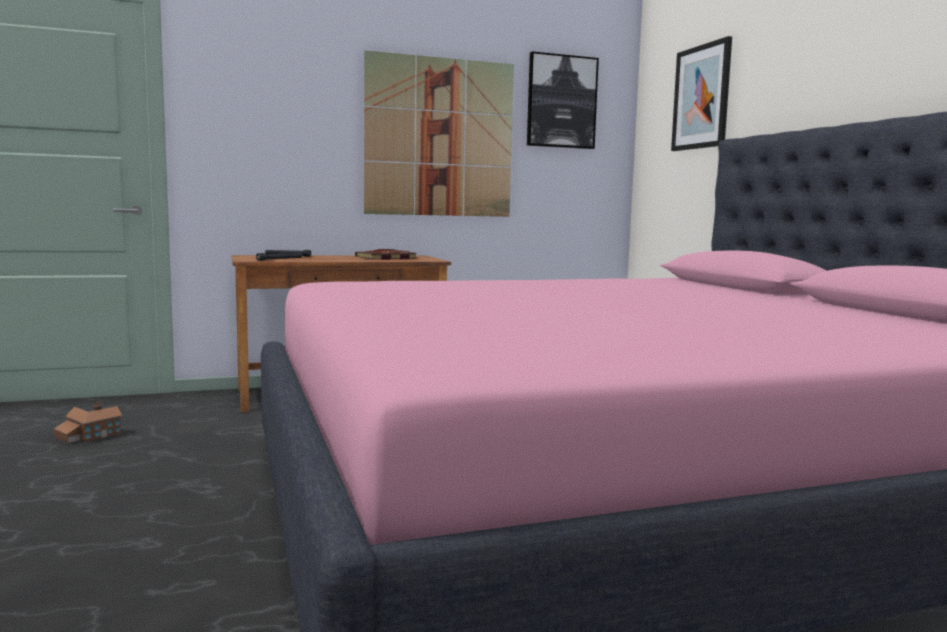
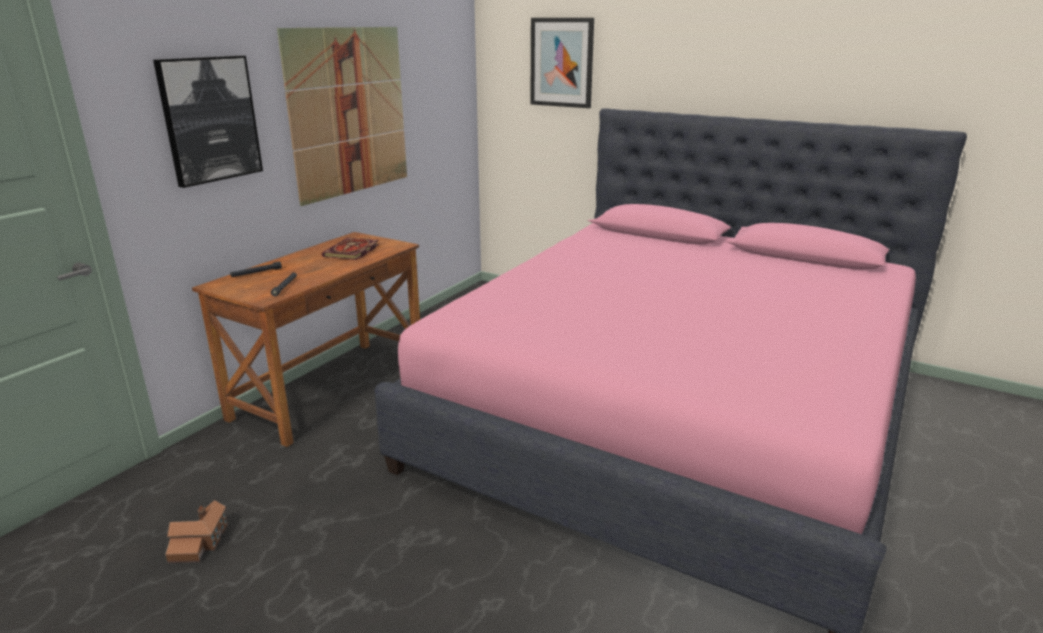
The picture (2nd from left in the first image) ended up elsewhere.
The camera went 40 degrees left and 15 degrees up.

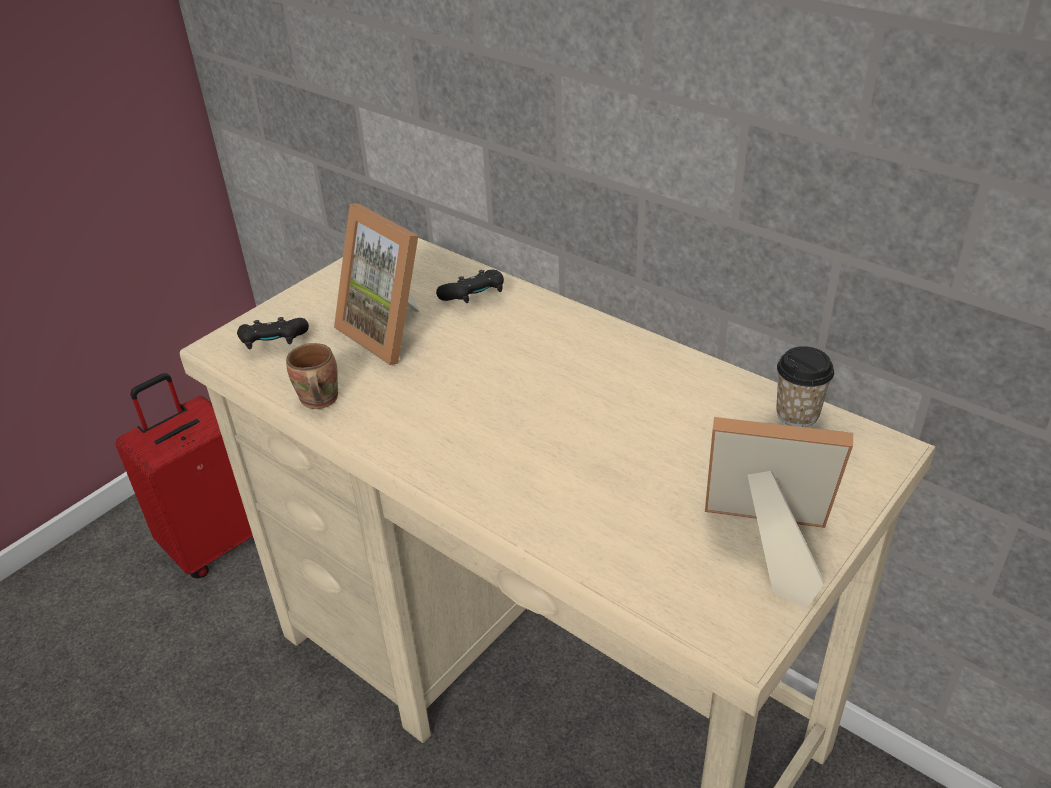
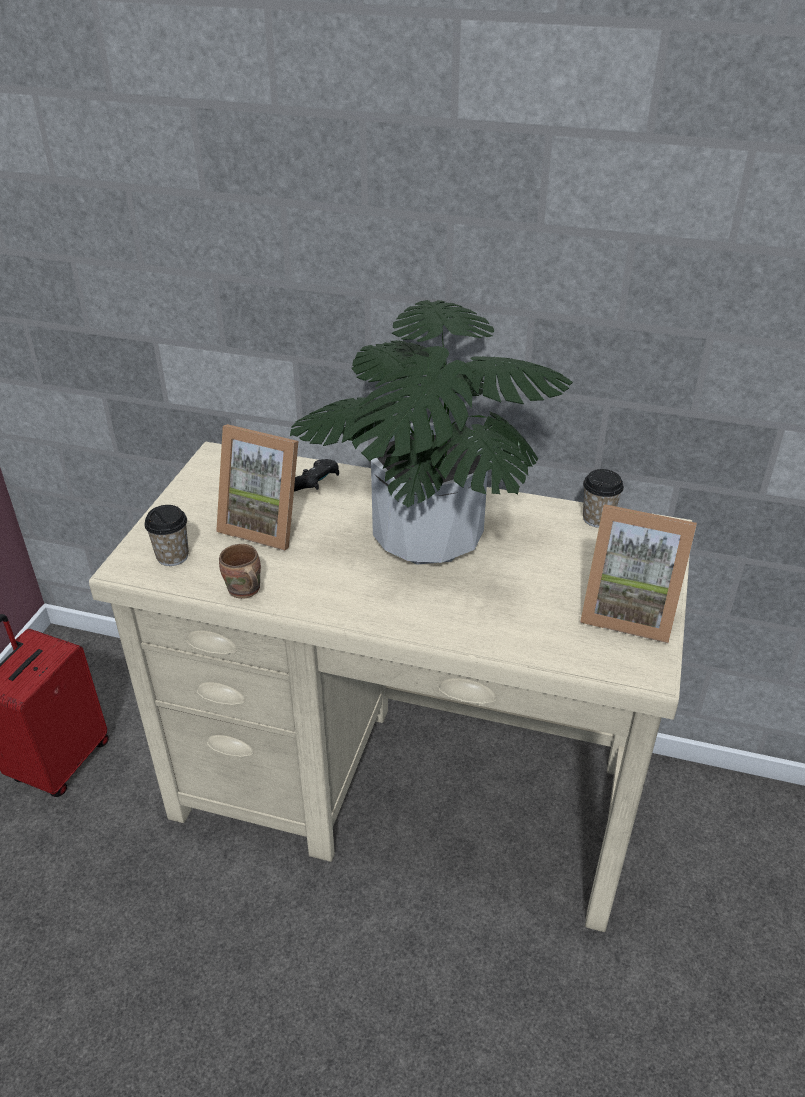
The second view gained the potted plant.
Where the black game controller (1st from left) stood, the cup (1st from left) came to stand.
The picture frame (2nd from left) ended up facing another way, 150 degrees counterclockwise from before.
The camera went 25 degrees left and 0 degrees up.

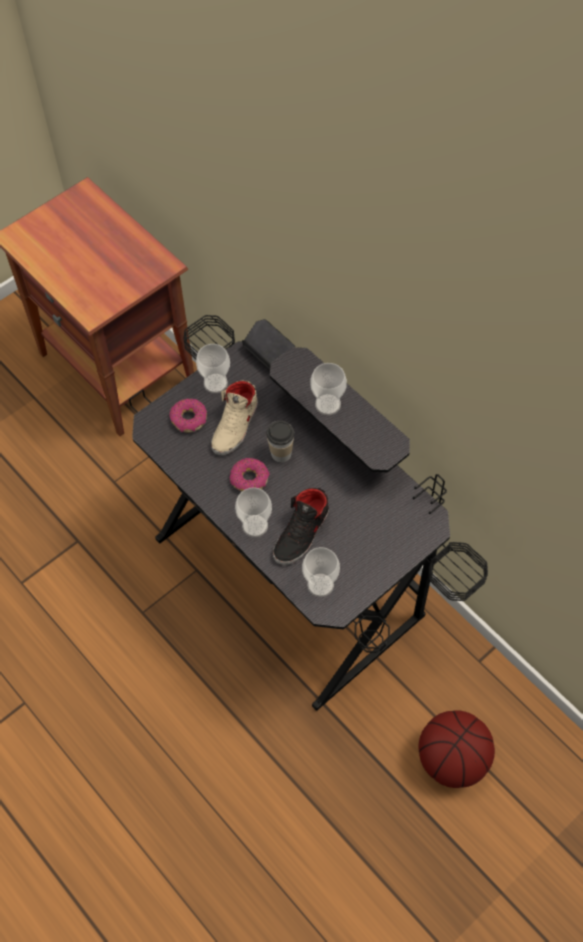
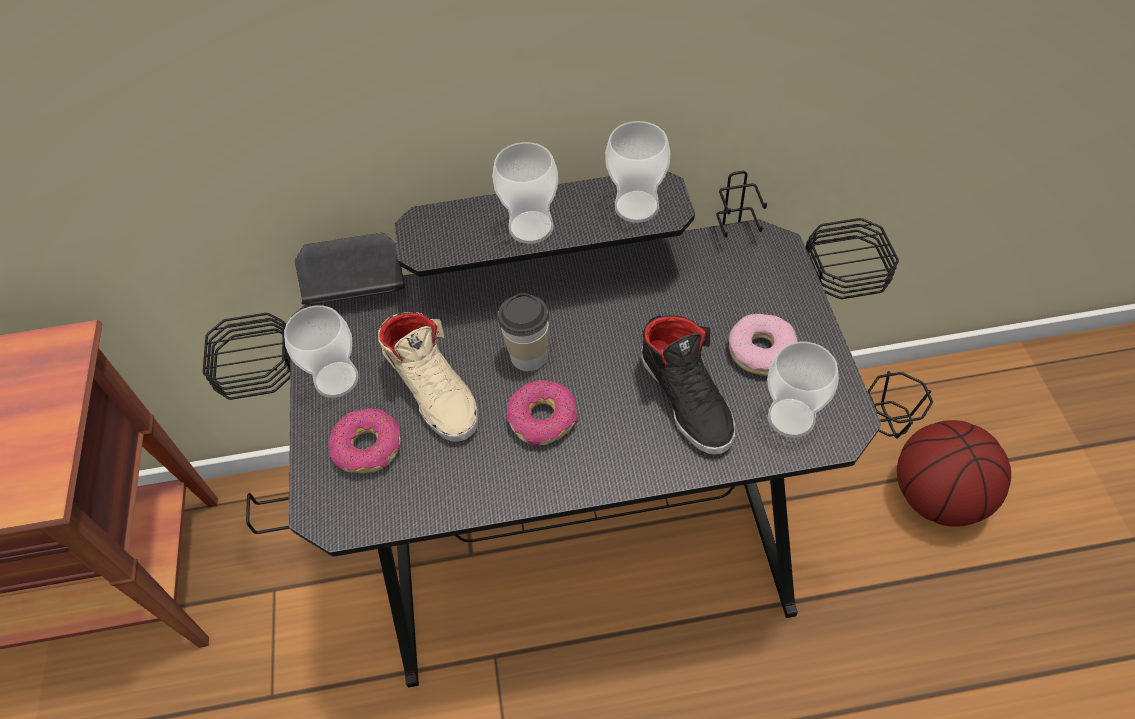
The second view gained the donut (3rd from left).
The cup (2nd from left in the first image) ended up elsewhere.
The camera went 55 degrees left and 5 degrees down.

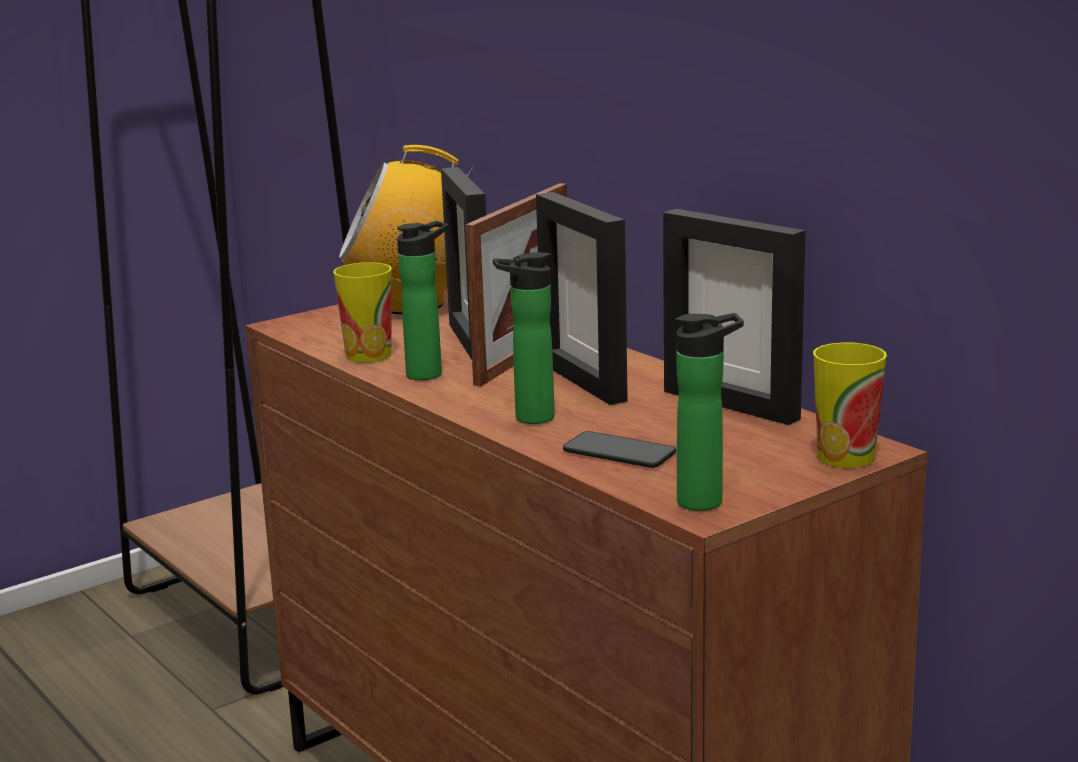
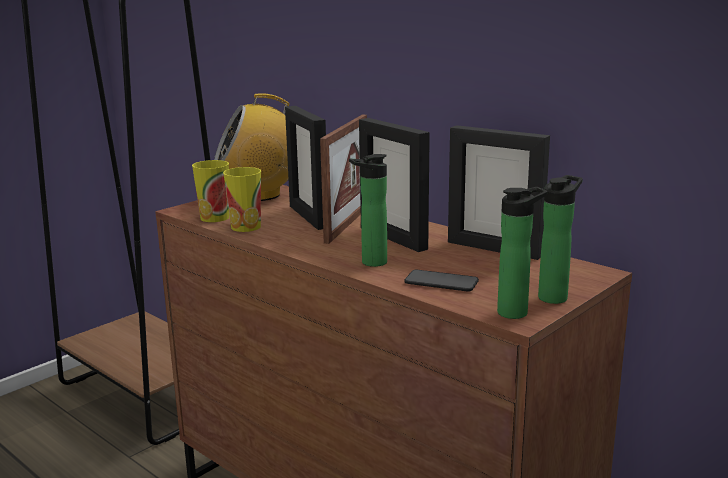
The bottle (1st from left in the first image) ended up elsewhere.
The cup (2nd from left in the first image) ended up elsewhere.
The camera went 10 degrees left and 0 degrees up.

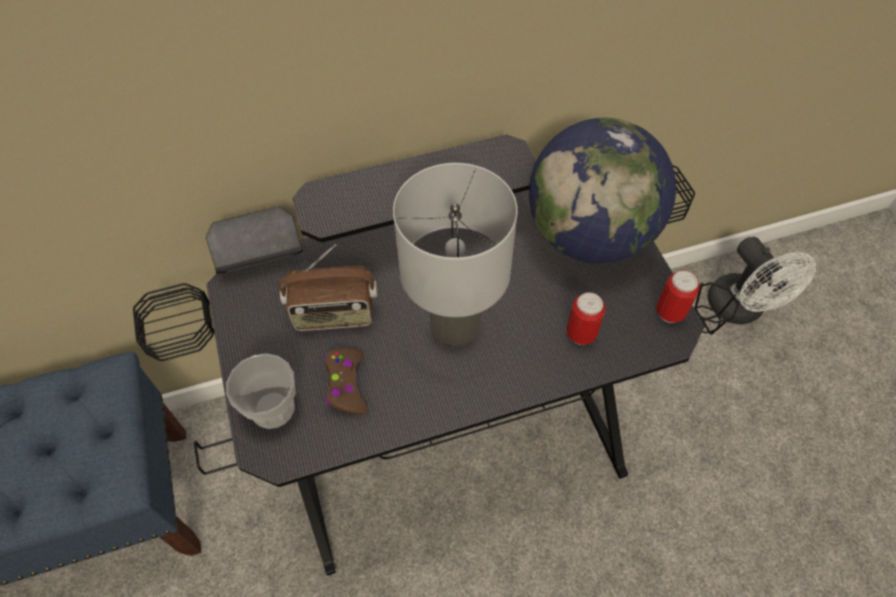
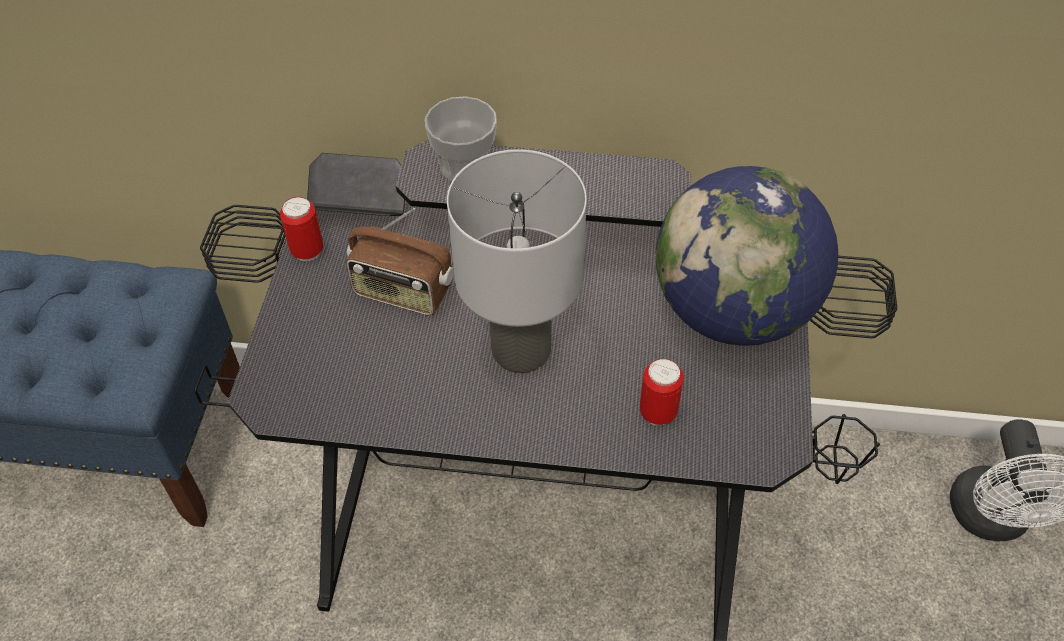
The second view lost the brown game controller.
The cup ended up elsewhere.
The can (2nd from left in the first image) ended up elsewhere.
The camera went 25 degrees right and 5 degrees down.

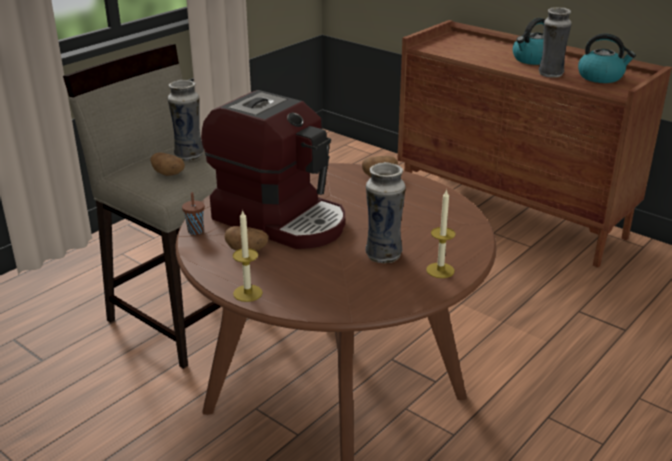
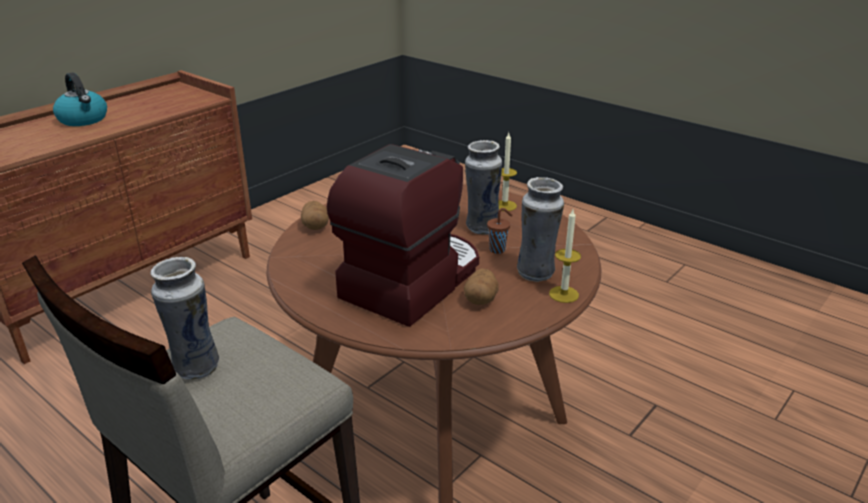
The second view lost the potato (1st from left).
The second view lost the kettle (2nd from left).
The brown cup ended up elsewhere.
The vase (3rd from left) ended up elsewhere.
The camera went 90 degrees left and 0 degrees up.

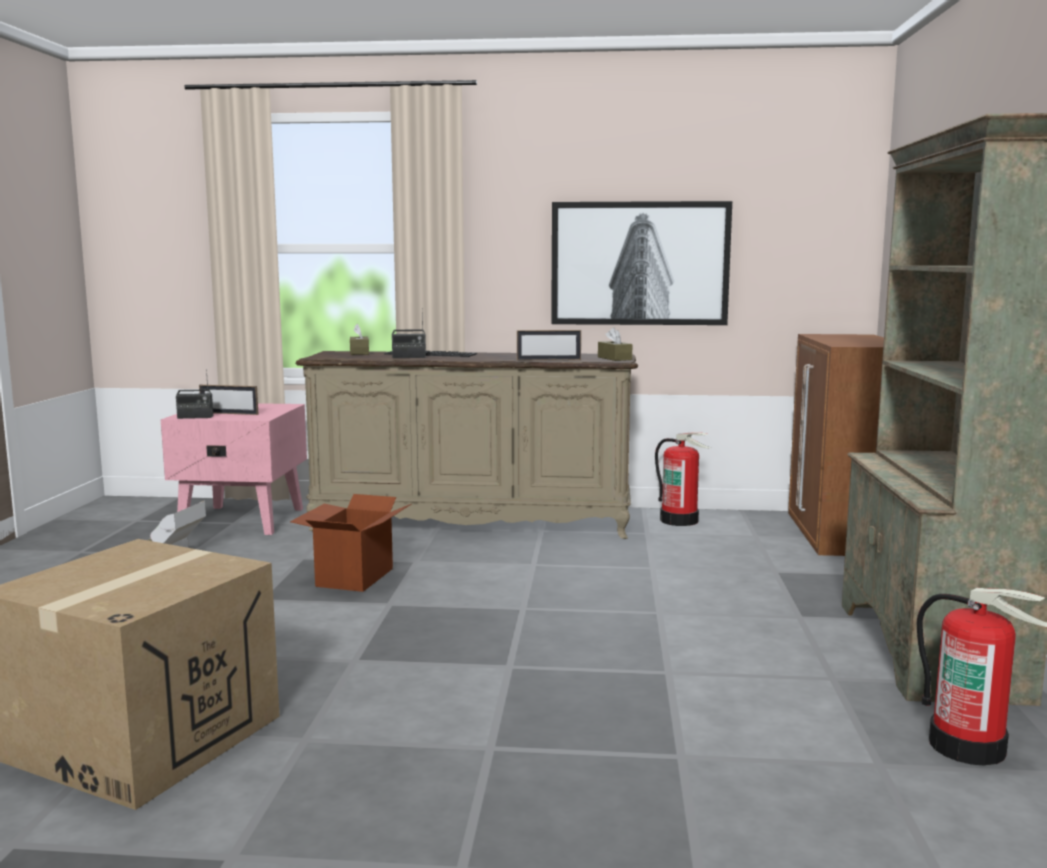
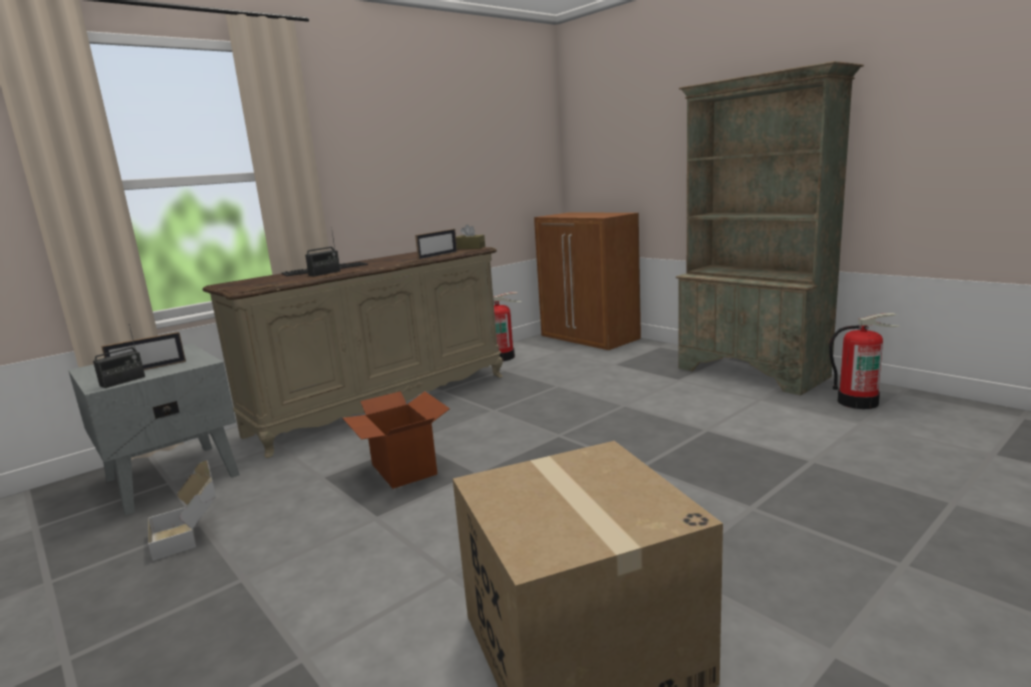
The second view lost the brown tissue box (1st from left).
The second view lost the picture.
What was the pink nightstand turned into the grey nightstand.
The camera went 45 degrees left and 5 degrees up.

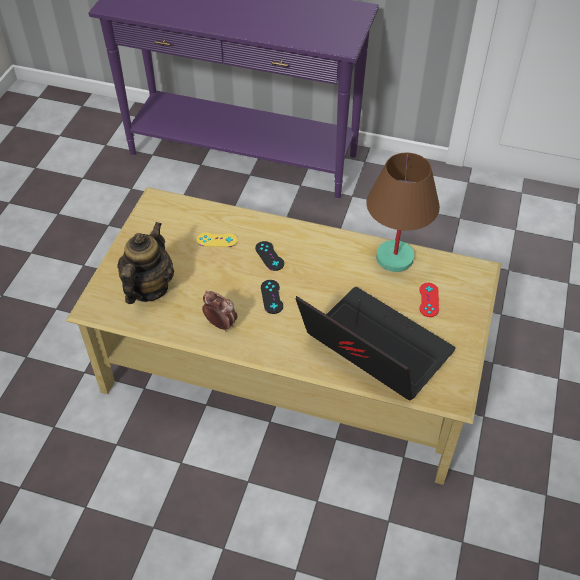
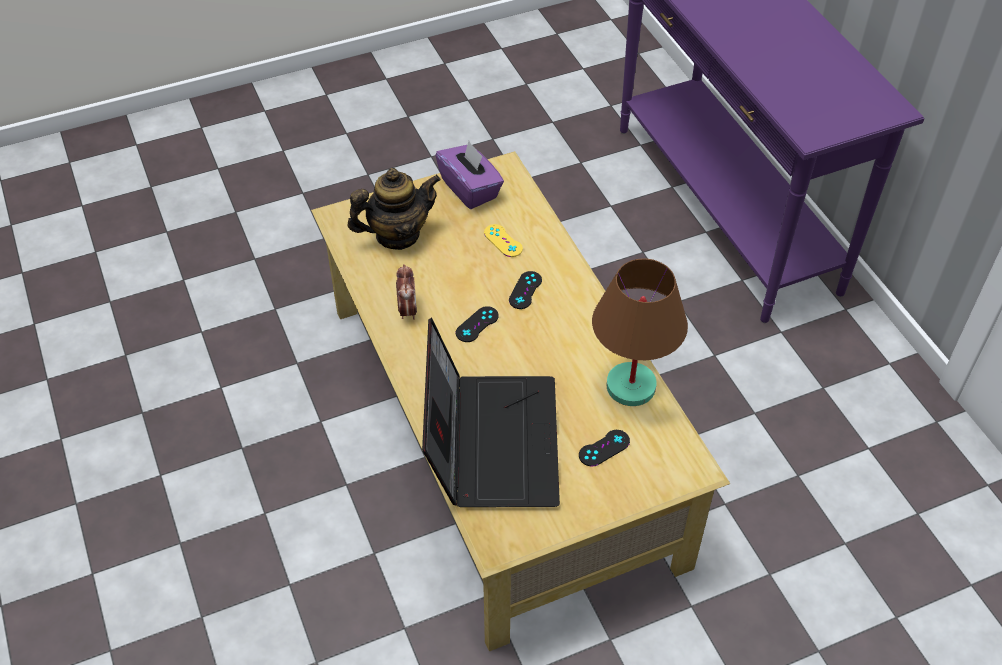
The second view gained the purple tissue box.
What was the red game controller turned into the black game controller (3rd from left).
The camera went 50 degrees right and 0 degrees up.

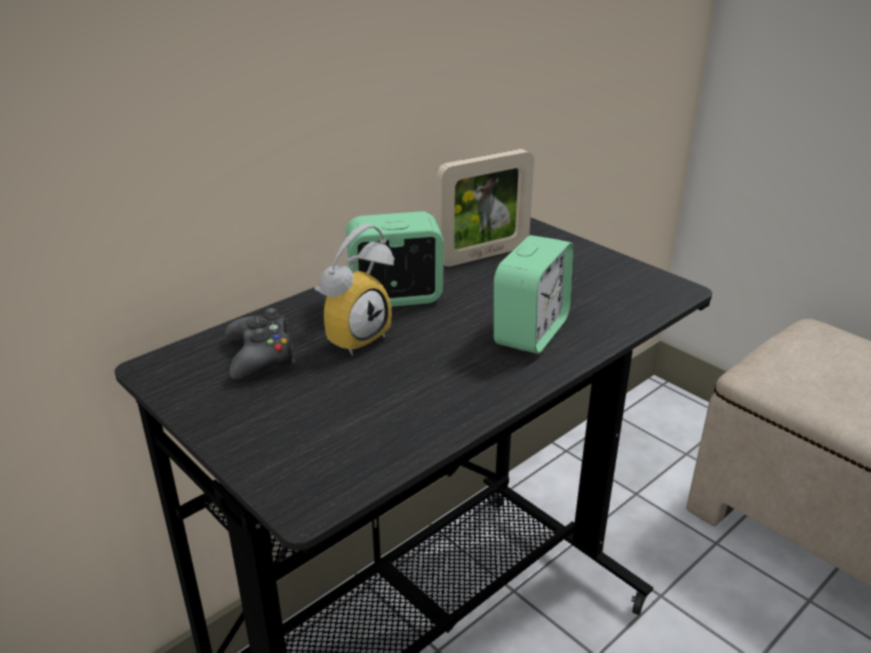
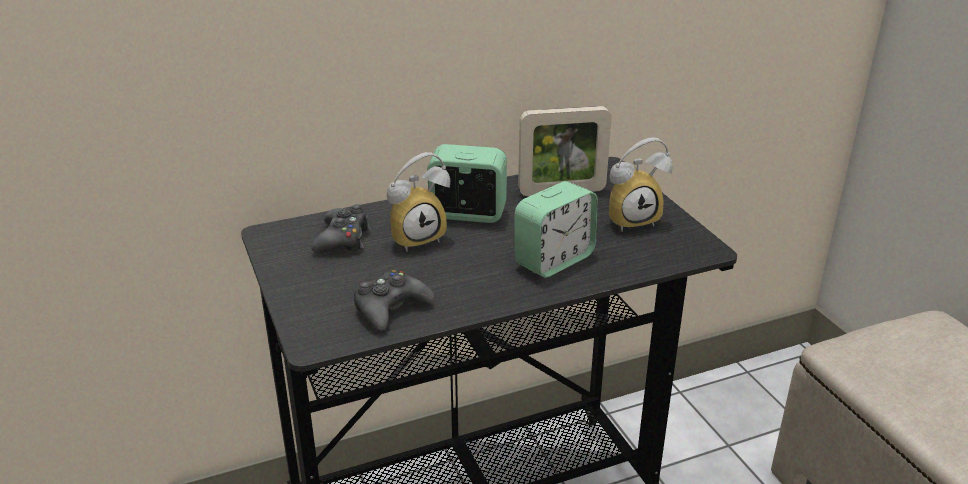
The second view gained the black game controller (2nd from left).
The second view gained the alarm clock (4th from left).
The camera went 20 degrees right and 0 degrees up.

